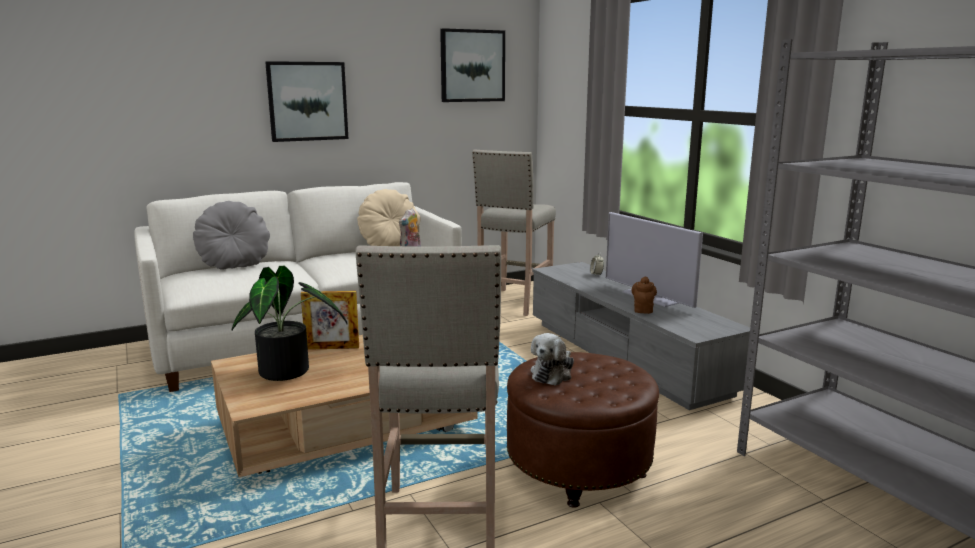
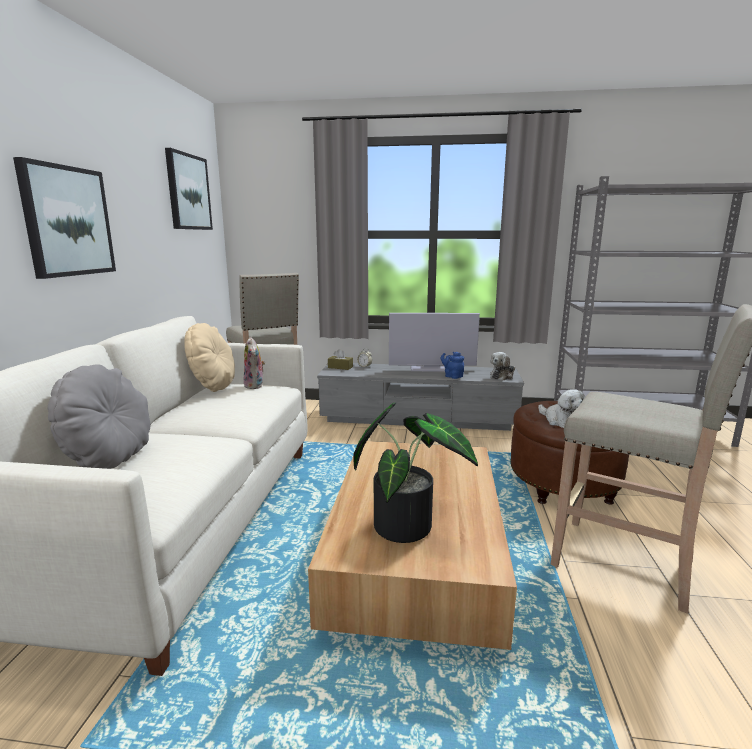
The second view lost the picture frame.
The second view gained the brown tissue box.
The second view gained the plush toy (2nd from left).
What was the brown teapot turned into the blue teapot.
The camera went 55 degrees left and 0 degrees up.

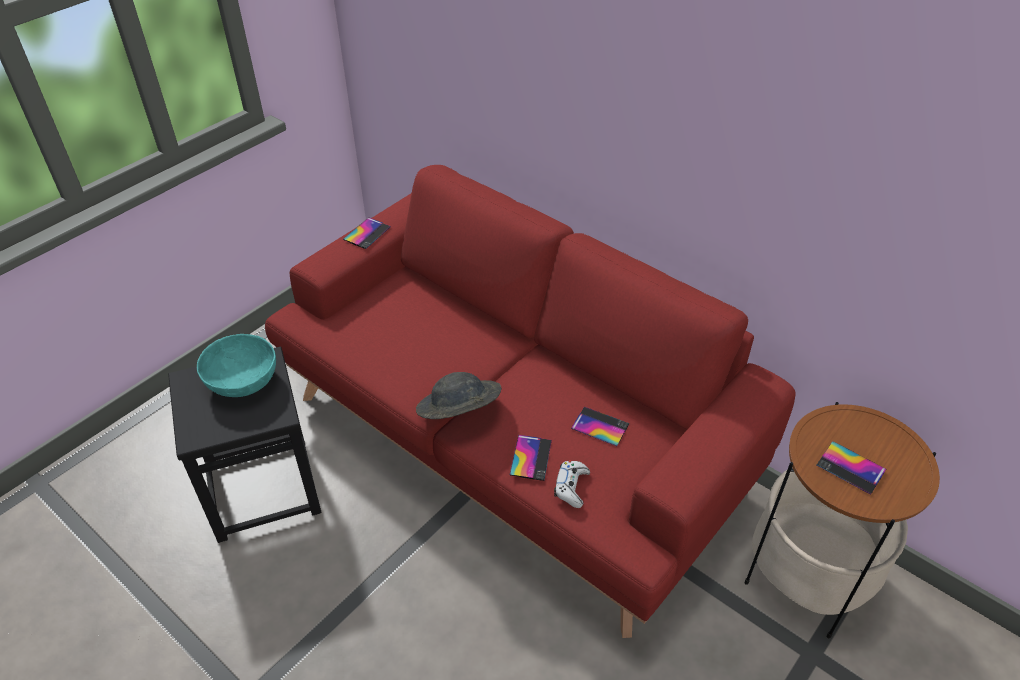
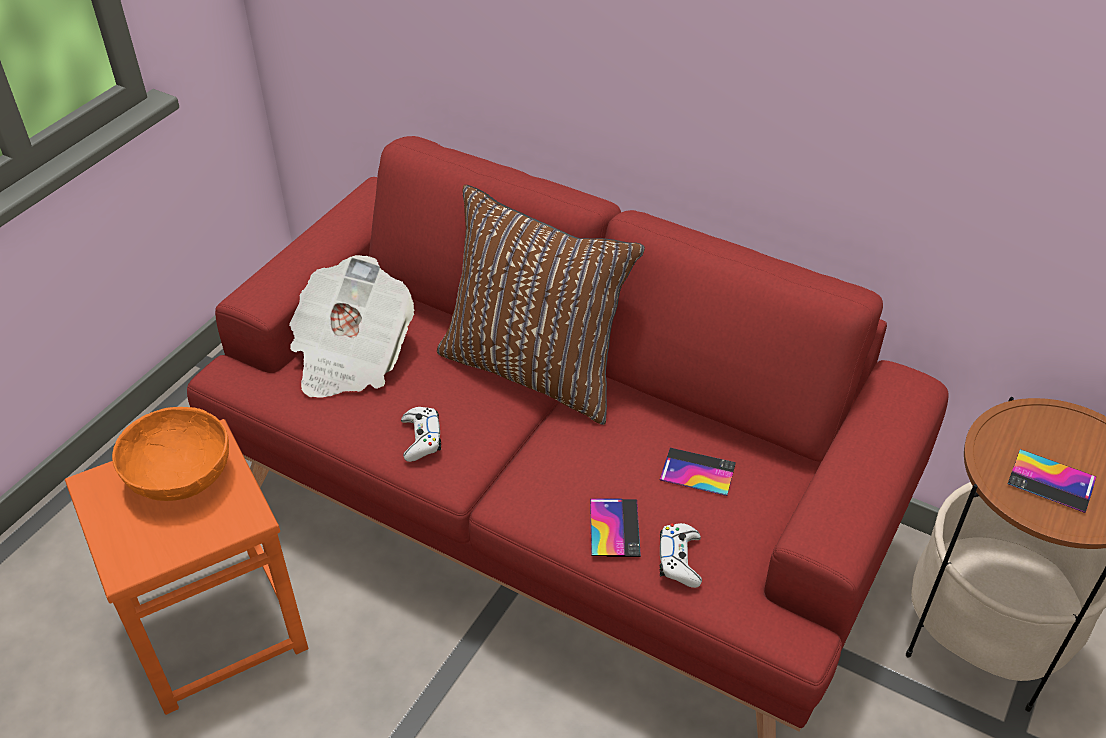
The second view lost the phone (1st from left).
The second view lost the grey hat.
The second view gained the newspaper.
The second view gained the white game controller (1st from left).
The second view gained the brown pillow.
What was the black stool turned into the orange stool.
What was the turquoise bowl turned into the orange bowl.
The camera went 10 degrees left and 0 degrees up.

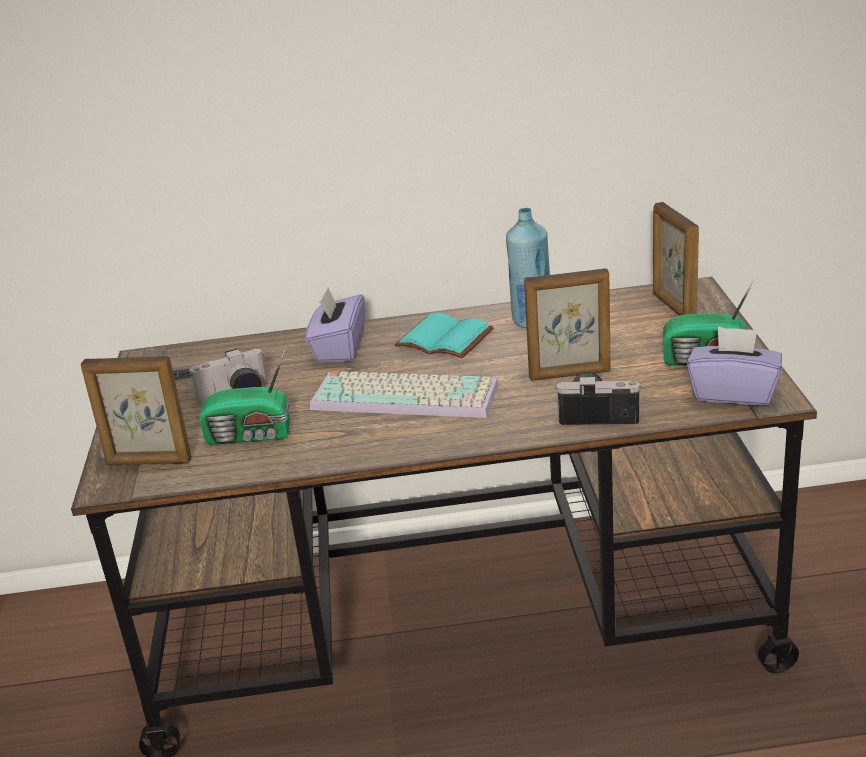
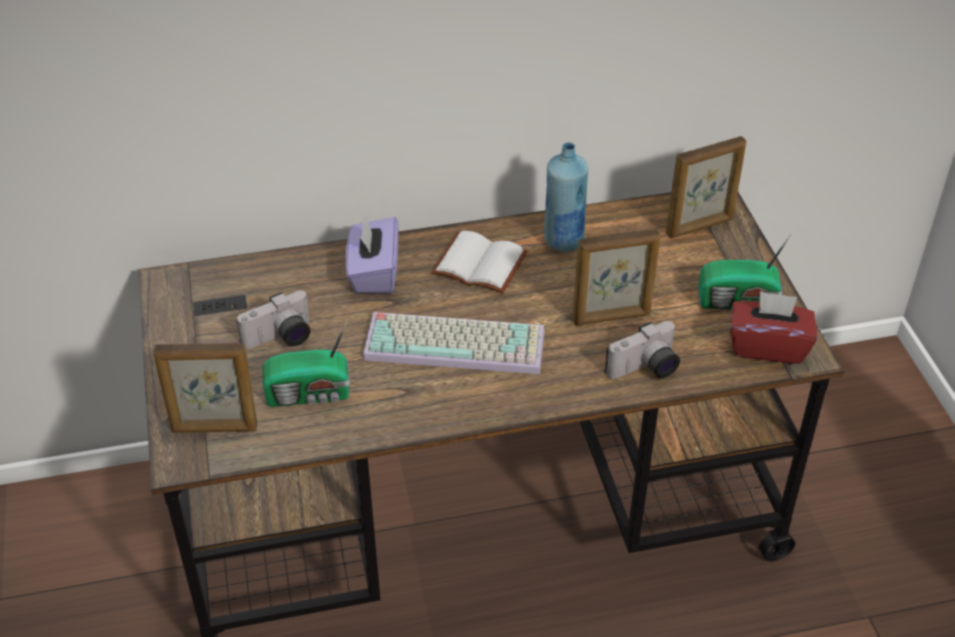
What was the turquoise book turned into the white book.
What was the purple tissue box (2nd from left) turned into the red tissue box.
The photo camera (2nd from left) ended up facing another way, 150 degrees clockwise from before.
The picture frame (3rd from left) ended up facing another way, 90 degrees counterclockwise from before.
The camera went 10 degrees left and 15 degrees up.

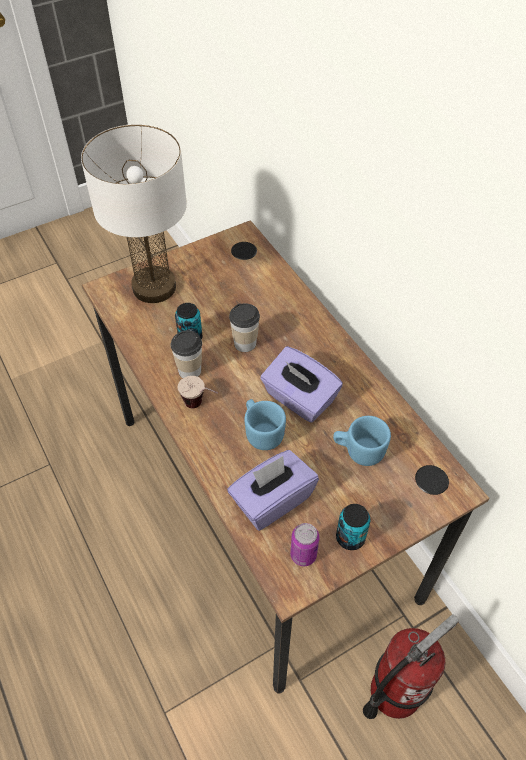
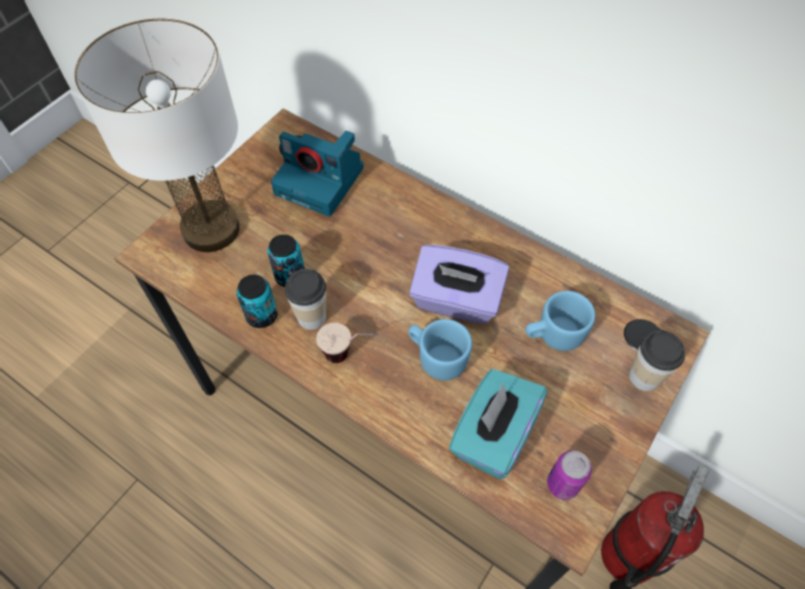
The second view gained the photo camera.
The cup (3rd from left) ended up elsewhere.
The can (3rd from left in the first image) ended up elsewhere.
What was the purple tissue box (1st from left) turned into the turquoise tissue box.
The camera went 25 degrees left and 5 degrees up.

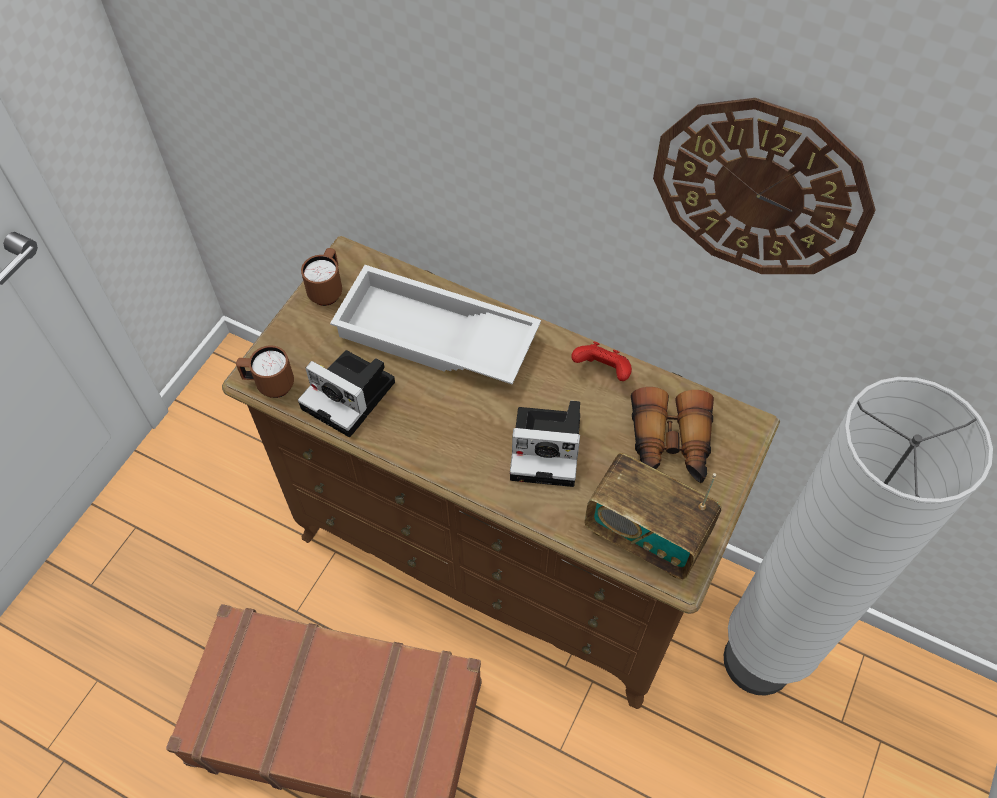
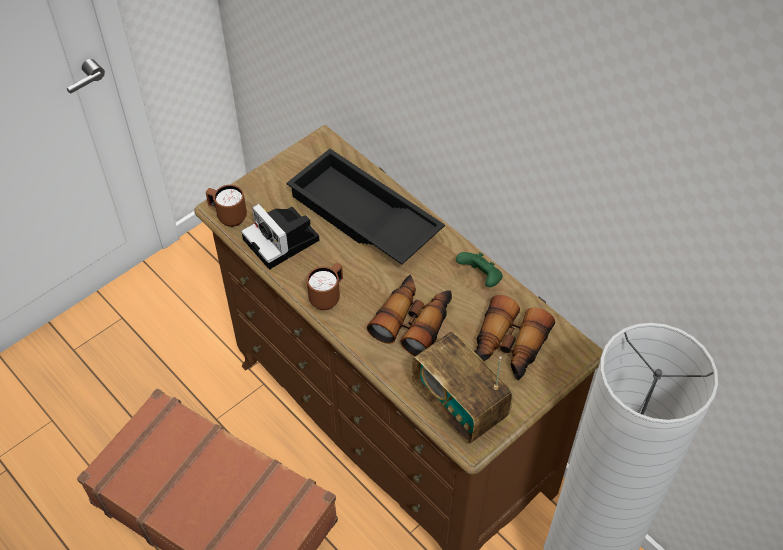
The second view lost the wall clock.
The brown mug (2nd from left) ended up elsewhere.
Where the photo camera (2nd from left) stood, the binoculars (1st from left) came to stand.
What was the white tray turned into the black tray.
What was the red game controller turned into the green game controller.
The camera went 20 degrees right and 5 degrees down.

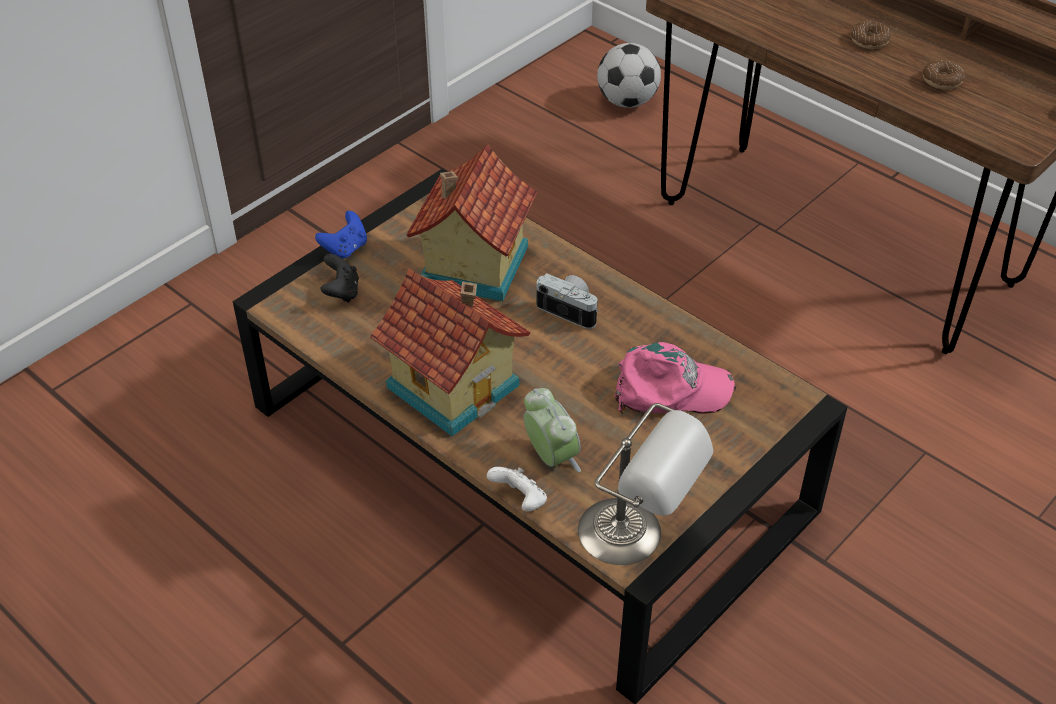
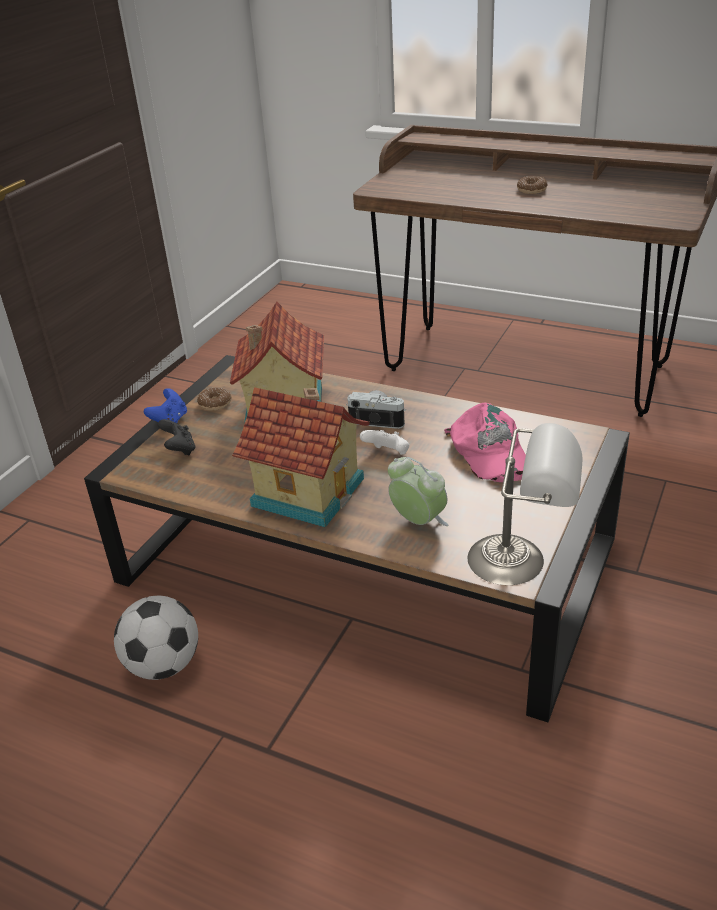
The white game controller ended up elsewhere.
The football ended up elsewhere.
The donut (2nd from left in the first image) ended up elsewhere.
The pink cap ended up facing another way, 90 degrees clockwise from before.
The camera went 15 degrees left and 10 degrees down.

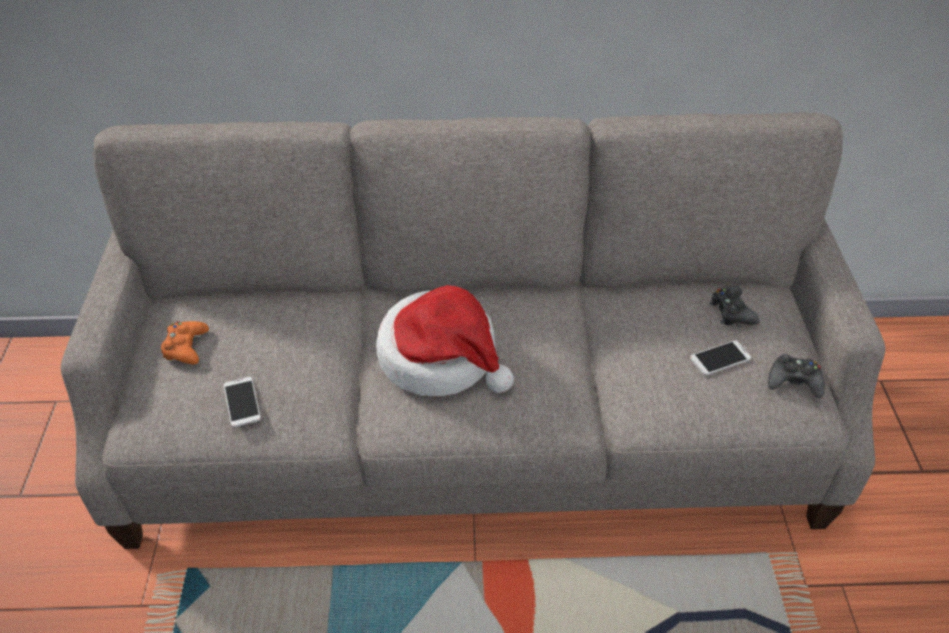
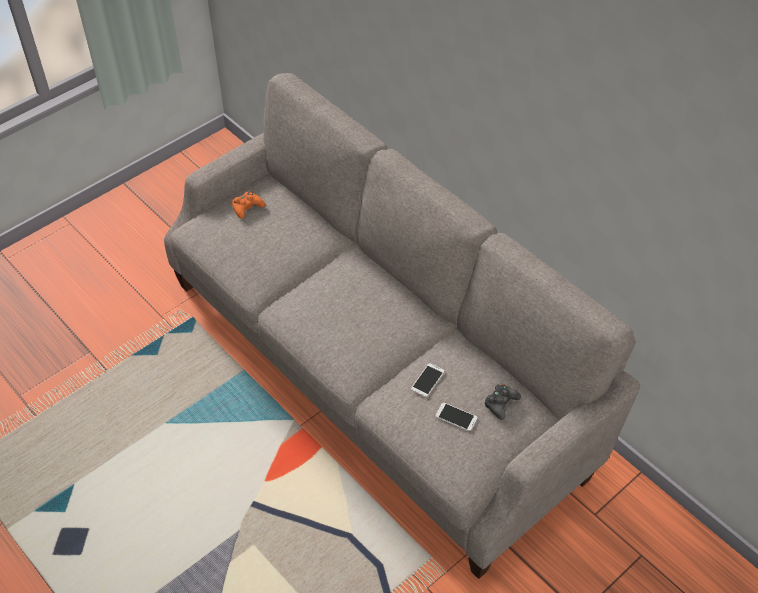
The second view lost the hat.
The second view lost the black game controller (2nd from left).
The phone (1st from left) ended up elsewhere.
The camera went 50 degrees right and 5 degrees up.

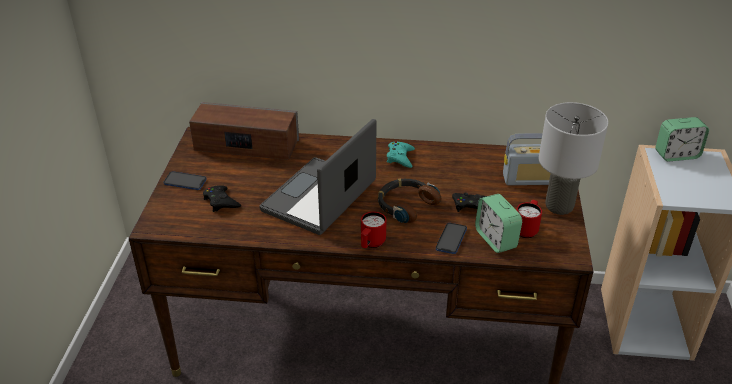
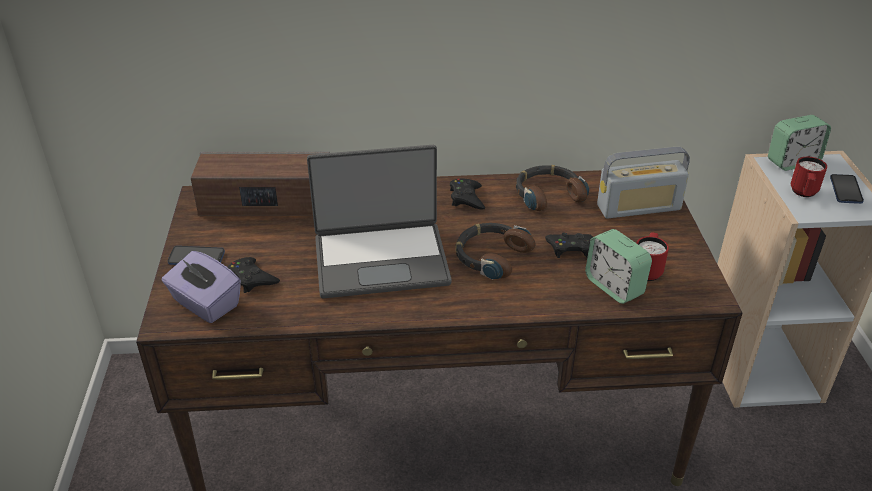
The second view lost the white table lamp.
The second view gained the purple tissue box.
The second view gained the headphones (2nd from left).
The red mug (1st from left in the first image) ended up elsewhere.
The phone (2nd from left) ended up elsewhere.
What was the turquoise game controller turned into the black game controller (2nd from left).
The laptop ended up facing another way, 120 degrees counterclockwise from before.
The camera went 10 degrees left and 0 degrees up.

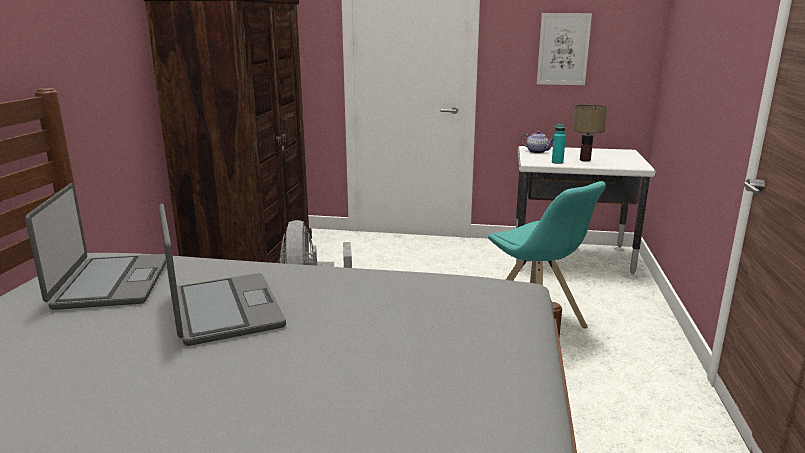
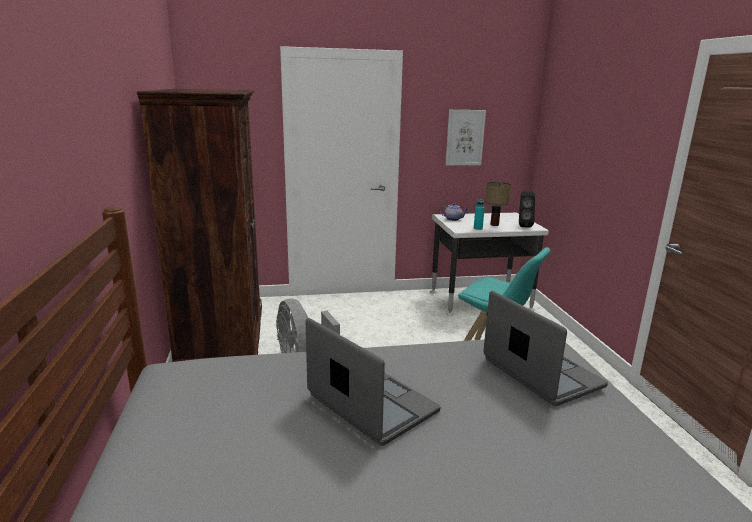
The second view gained the black speaker.
The laptop (1st from left in the first image) ended up elsewhere.
The camera went 20 degrees left and 0 degrees up.

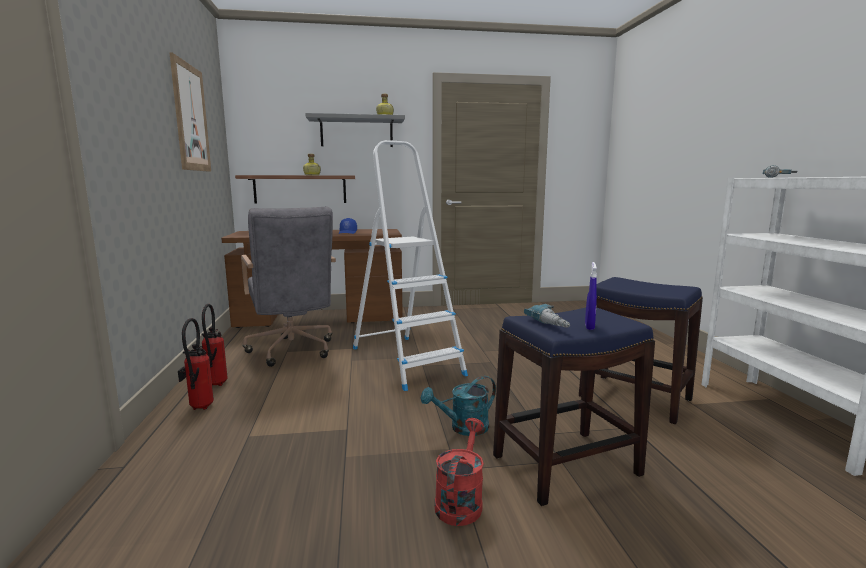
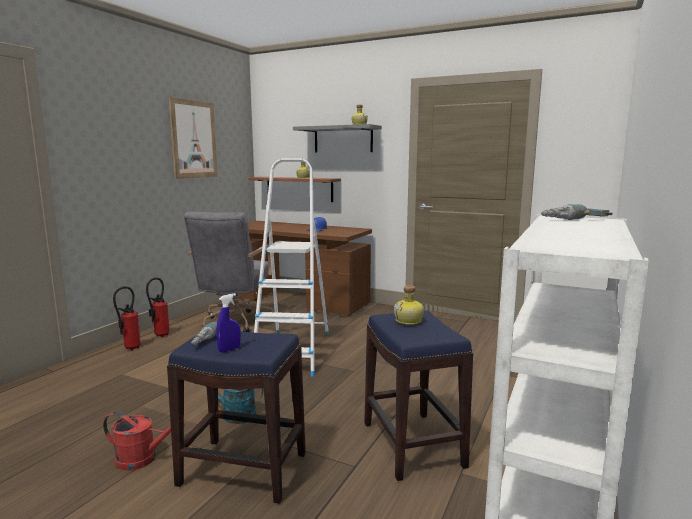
The second view gained the bottle (3rd from left).
The red watering can ended up facing another way, 45 degrees clockwise from before.
The camera went 35 degrees right and 0 degrees up.

